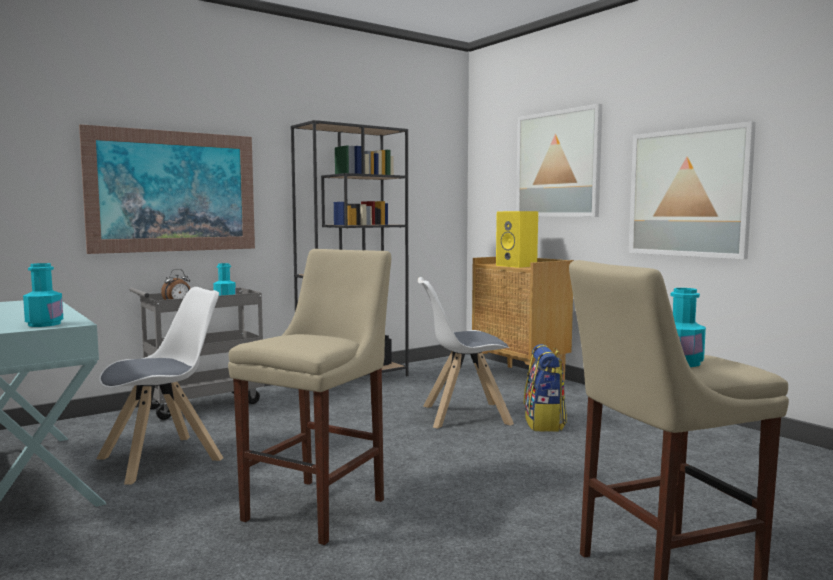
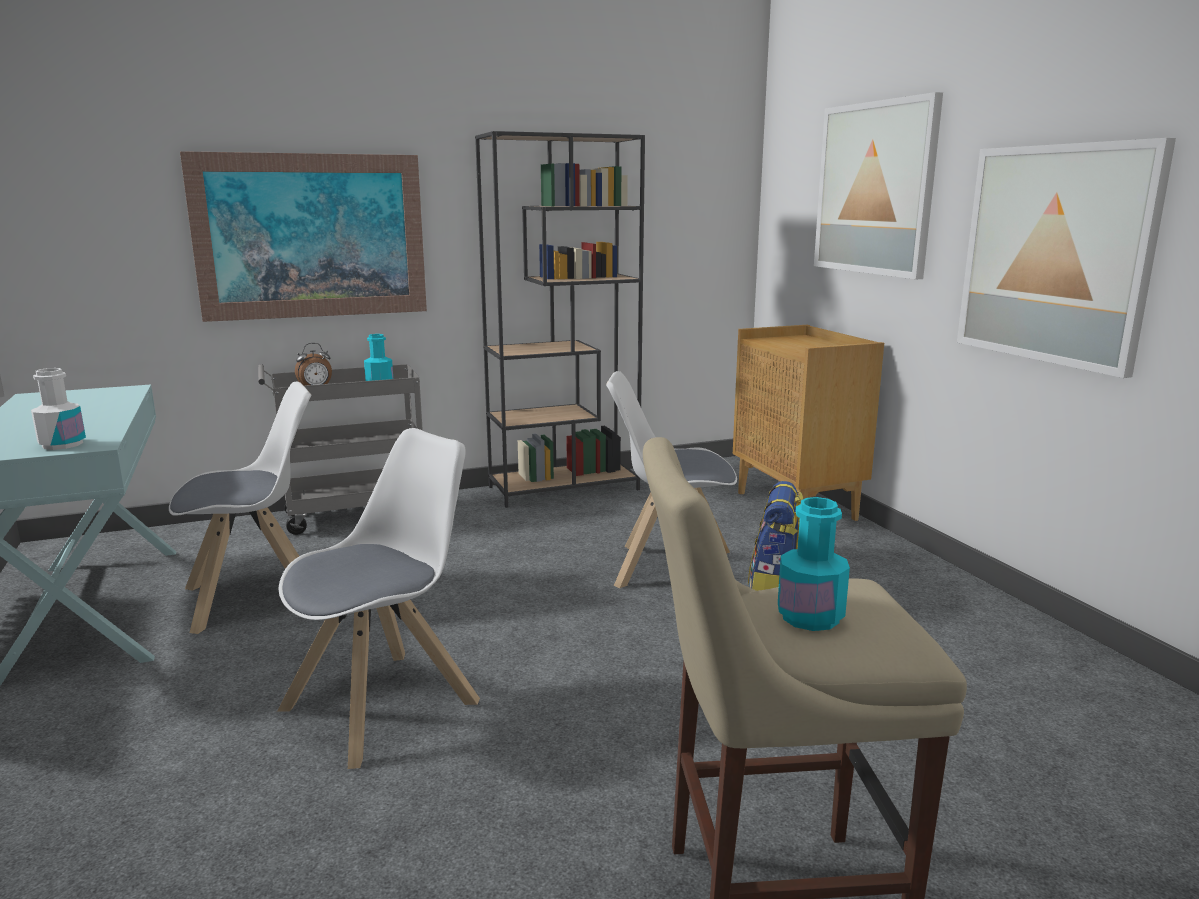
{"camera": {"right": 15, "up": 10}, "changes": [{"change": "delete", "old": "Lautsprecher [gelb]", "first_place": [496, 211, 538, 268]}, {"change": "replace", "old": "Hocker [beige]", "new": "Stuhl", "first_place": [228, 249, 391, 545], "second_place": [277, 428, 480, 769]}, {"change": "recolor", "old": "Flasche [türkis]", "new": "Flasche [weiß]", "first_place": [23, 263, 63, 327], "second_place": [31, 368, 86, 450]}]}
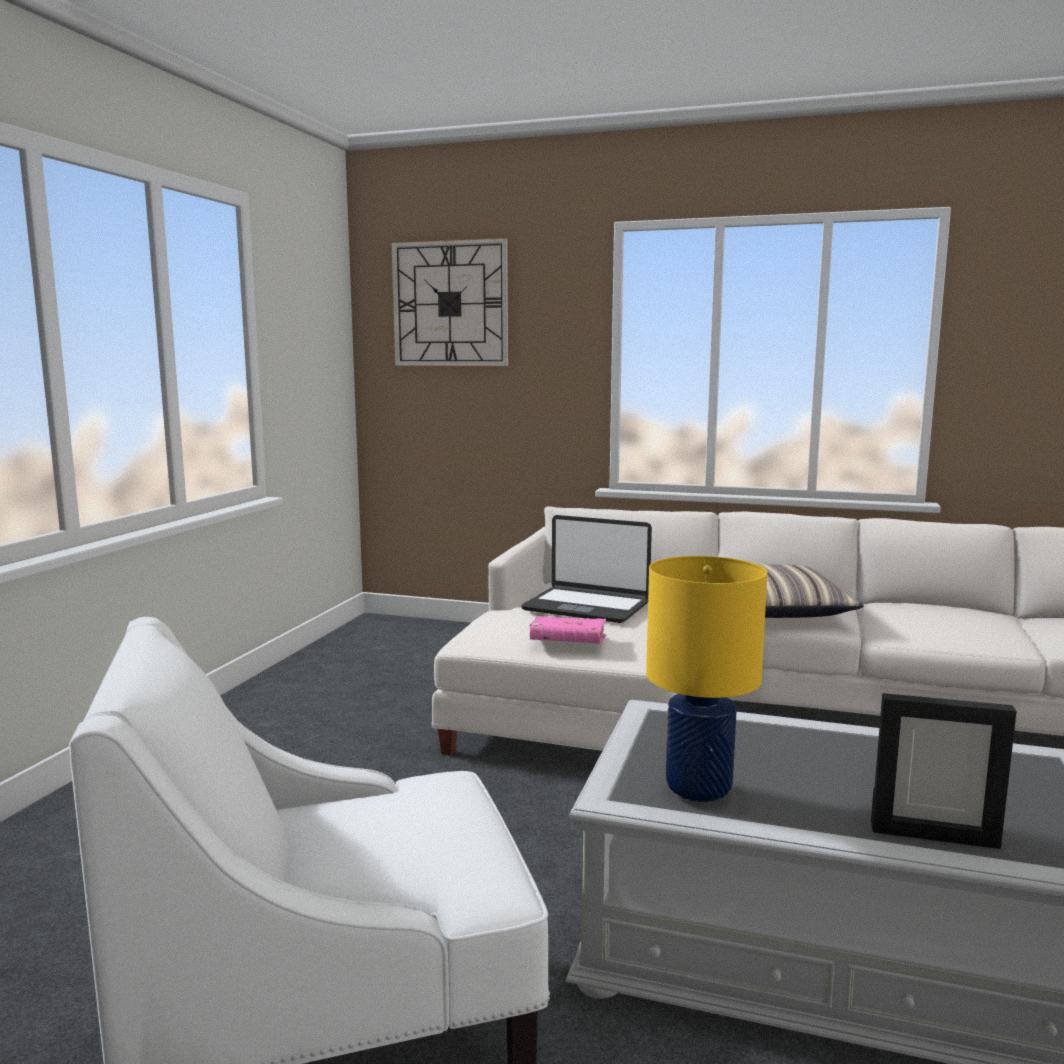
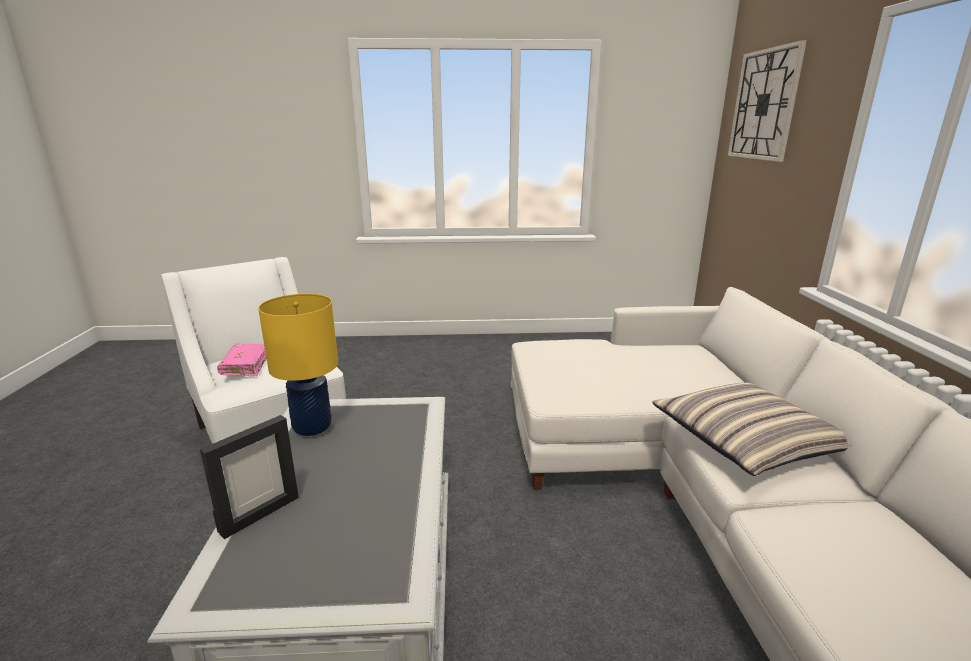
{"camera": {"right": 70, "up": 10}, "changes": [{"change": "delete", "old": "Laptop", "first_place": [521, 515, 652, 623]}, {"change": "move", "old": "Buch [rosa]", "first_place": [529, 616, 607, 644], "second_place": [217, 344, 266, 376]}, {"change": "rotate", "old": "Bilderrahmen", "first_place": [871, 693, 1017, 849], "second_place": [200, 415, 299, 539], "degrees": -135}]}
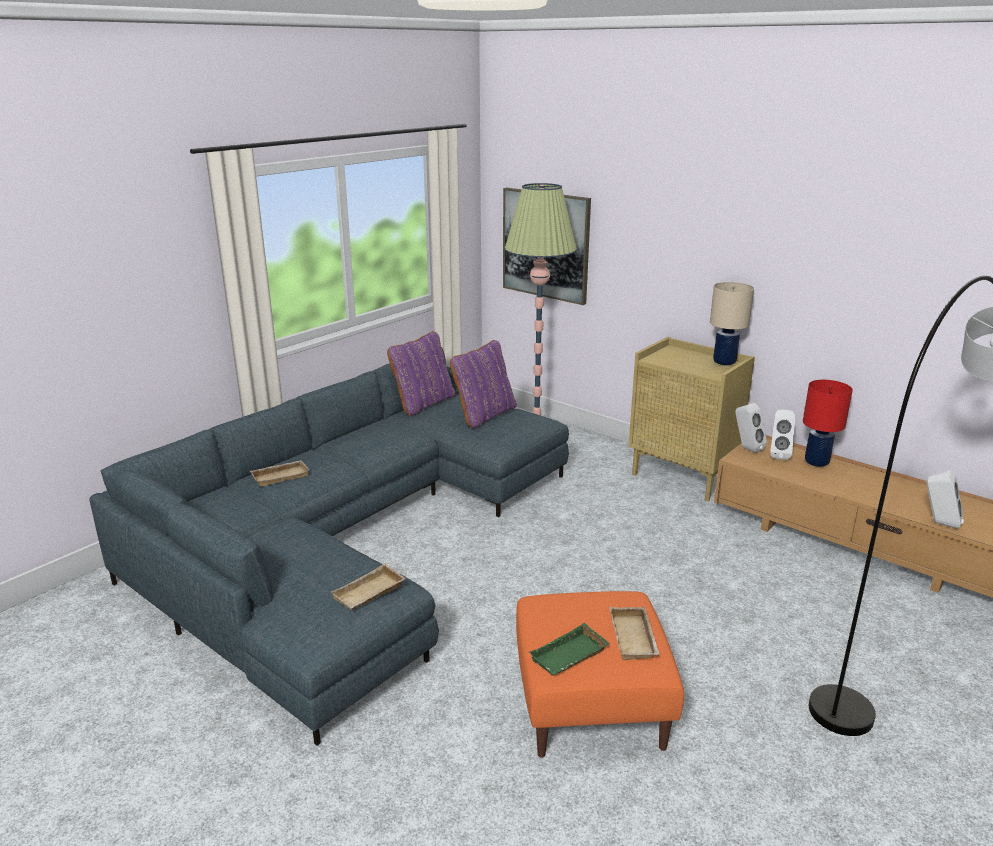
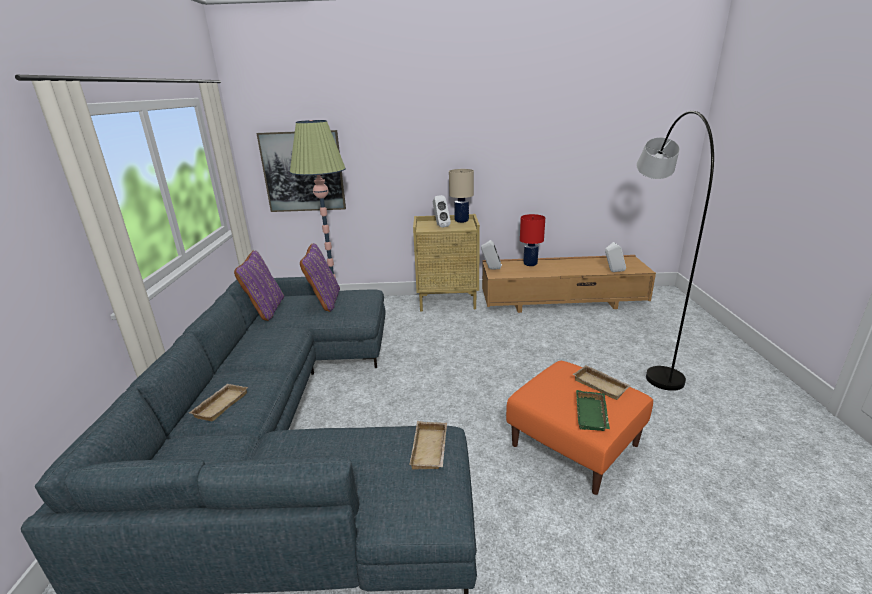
{"camera": {"right": -40, "up": 0}, "changes": [{"change": "move", "old": "Lautsprecher [weiß]", "first_place": [770, 410, 795, 460], "second_place": [433, 195, 451, 228]}]}
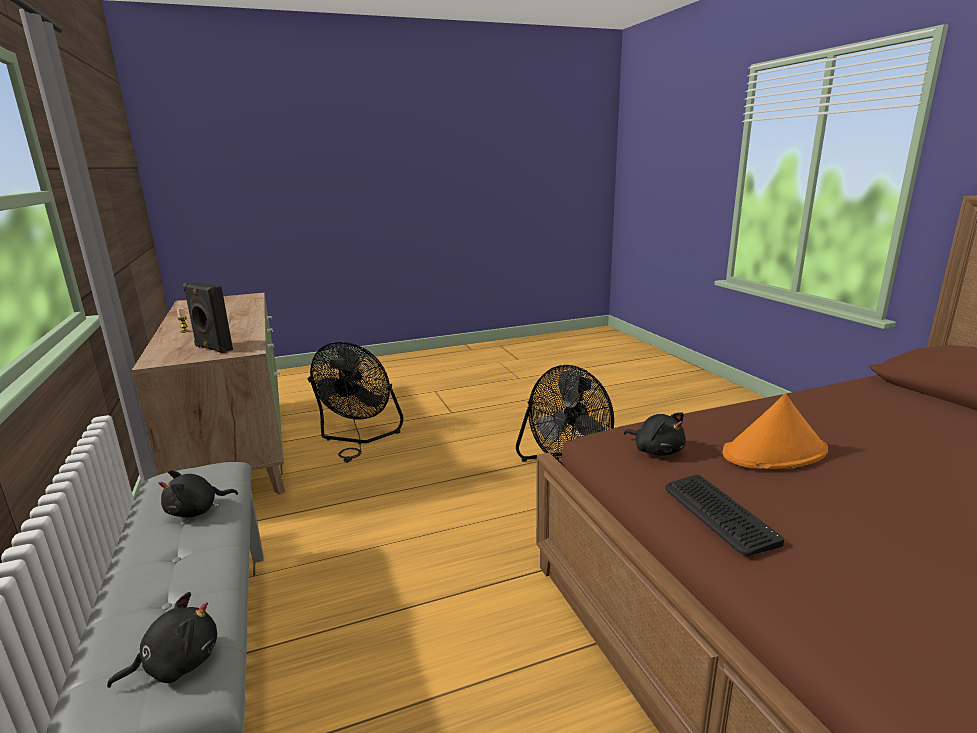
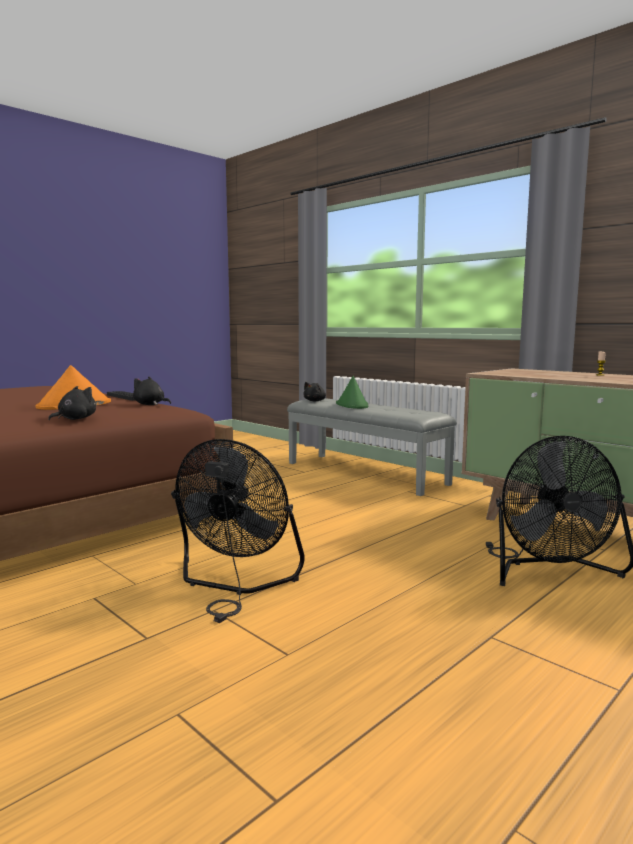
{"camera": {"right": 155, "up": -10}, "changes": [{"change": "delete", "old": "Lautsprecher [schwarz]", "first_place": [183, 282, 233, 353]}, {"change": "move", "old": "Plüschtier [schwarz]", "first_place": [159, 470, 238, 517], "second_place": [48, 386, 96, 420]}, {"change": "insert", "new": "Hut [grün]", "second_place": [336, 376, 368, 409]}]}
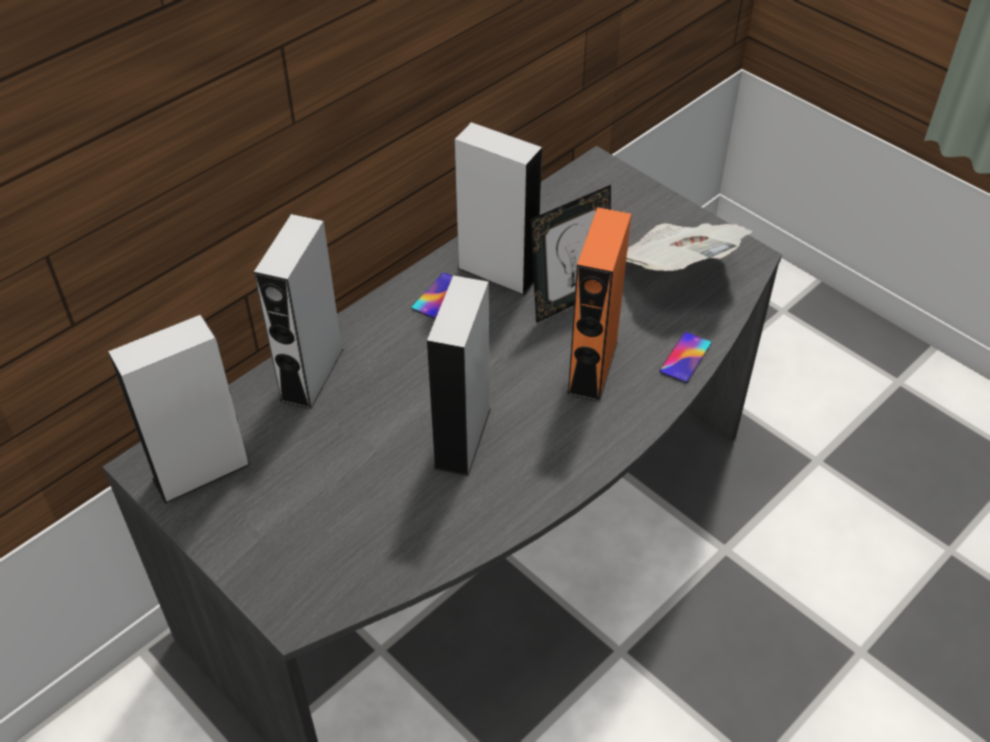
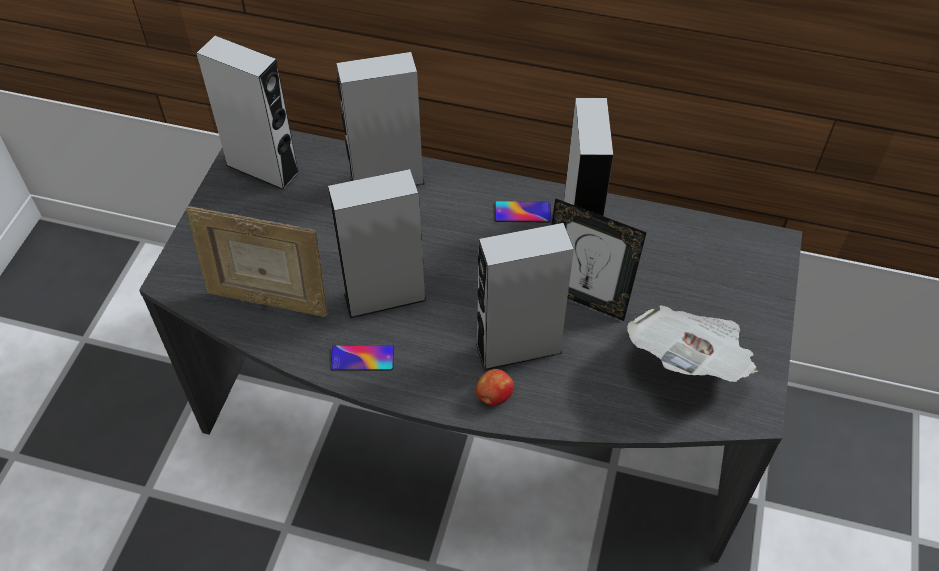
{"camera": {"right": 60, "up": 5}, "changes": [{"change": "recolor", "old": "Lautsprecher [orange]", "new": "Lautsprecher [grau]", "first_place": [567, 207, 631, 402], "second_place": [476, 223, 574, 370]}, {"change": "move", "old": "Handy", "first_place": [659, 332, 711, 383], "second_place": [330, 345, 394, 371]}, {"change": "insert", "new": "Bilderrahmen", "second_place": [185, 206, 328, 317]}, {"change": "insert", "new": "Apfel", "second_place": [476, 369, 514, 406]}]}
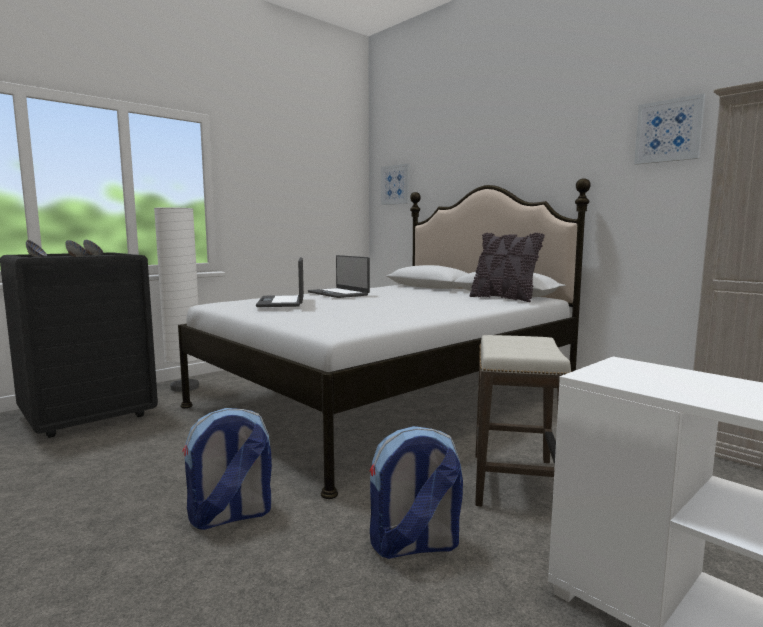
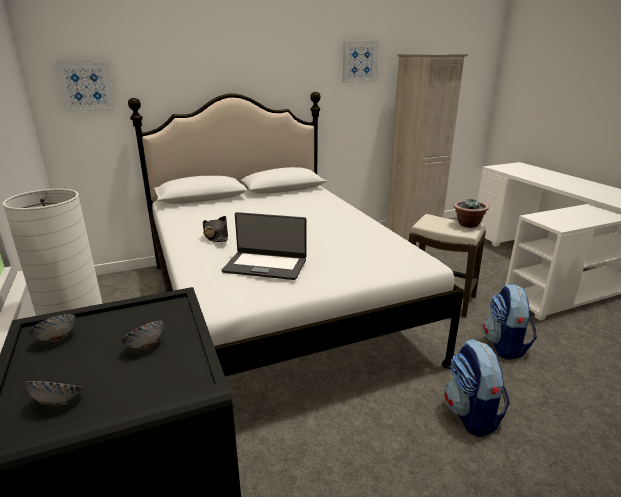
{"camera": {"right": -70, "up": 15}, "changes": [{"change": "delete", "old": "Kissen [schwarz]", "first_place": [469, 233, 545, 302]}, {"change": "replace", "old": "Laptop", "new": "Hut [schwarz]", "first_place": [308, 255, 370, 298], "second_place": [203, 216, 228, 242]}, {"change": "insert", "new": "Topfpflanze", "second_place": [454, 199, 489, 228]}]}
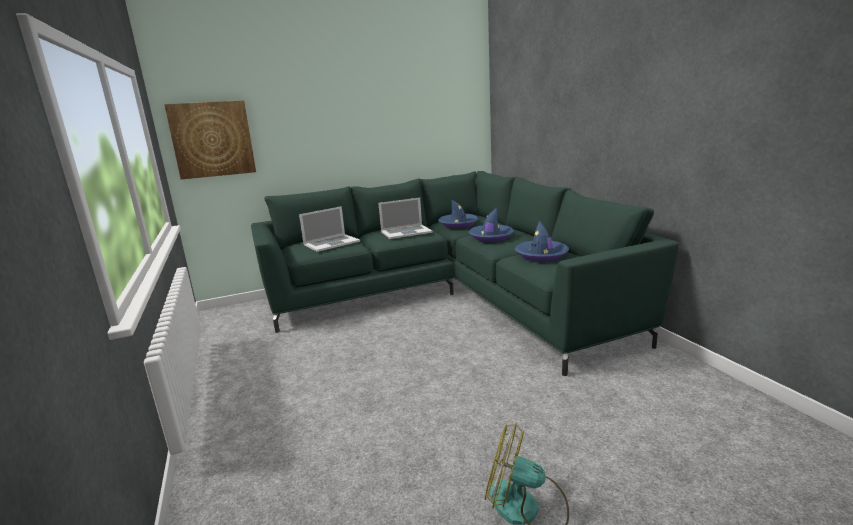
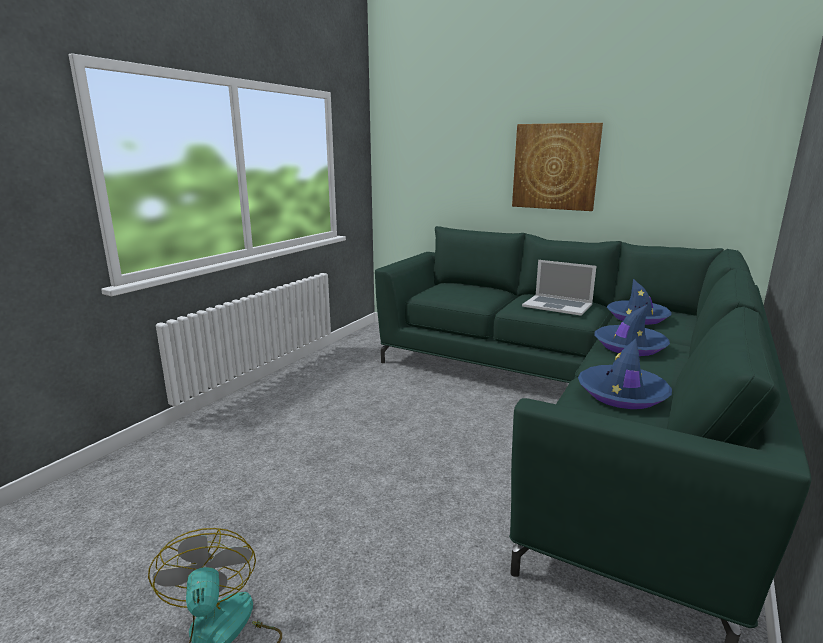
{"camera": {"right": 50, "up": 0}, "changes": [{"change": "move", "old": "Bild", "first_place": [164, 100, 256, 179], "second_place": [512, 123, 603, 211]}, {"change": "delete", "old": "Laptop", "first_place": [299, 206, 360, 252]}]}
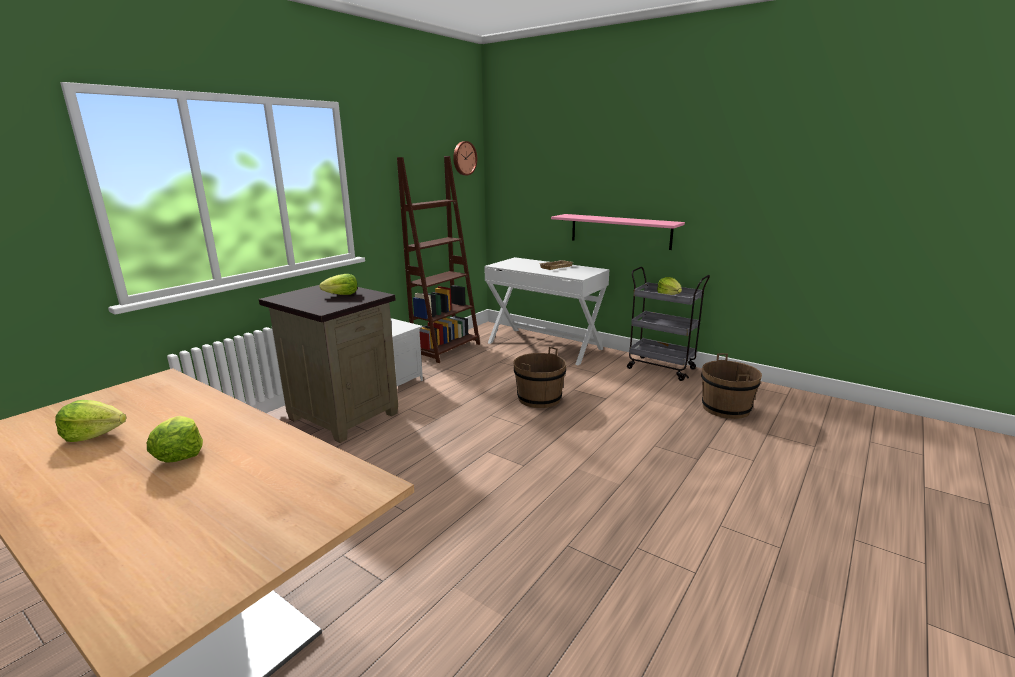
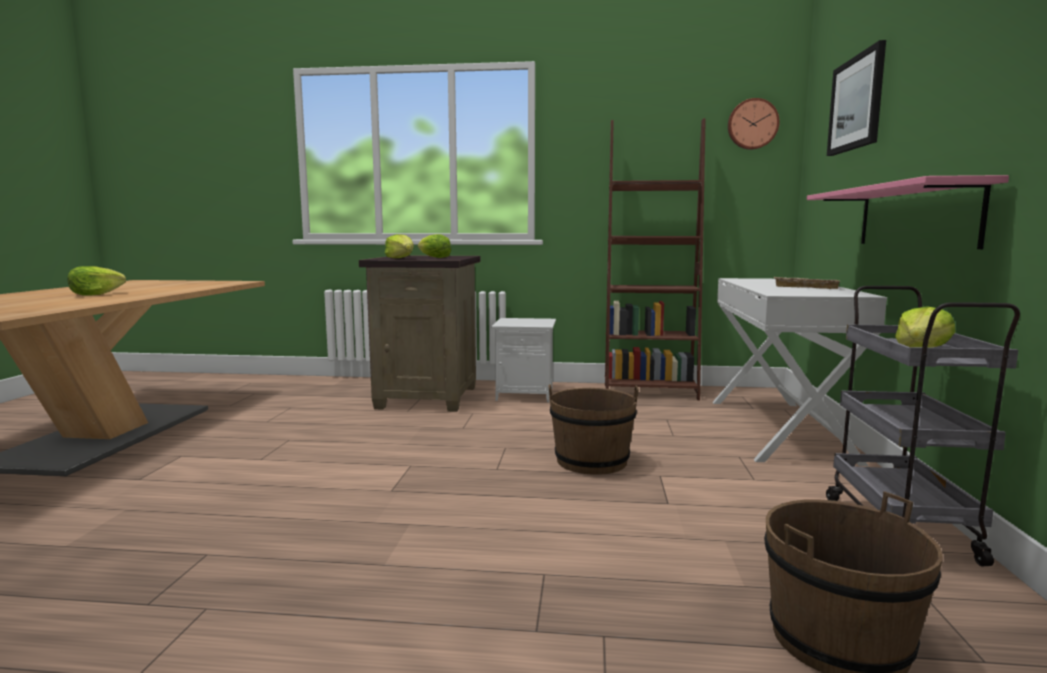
{"camera": {"right": 60, "up": -10}, "changes": [{"change": "move", "old": "Salatkopf", "first_place": [55, 400, 127, 442], "second_place": [384, 234, 414, 258]}, {"change": "insert", "new": "Bild", "second_place": [827, 40, 886, 156]}]}
